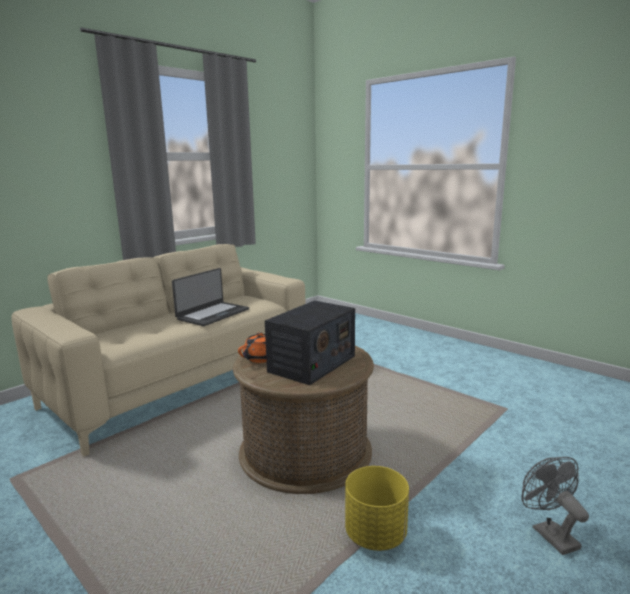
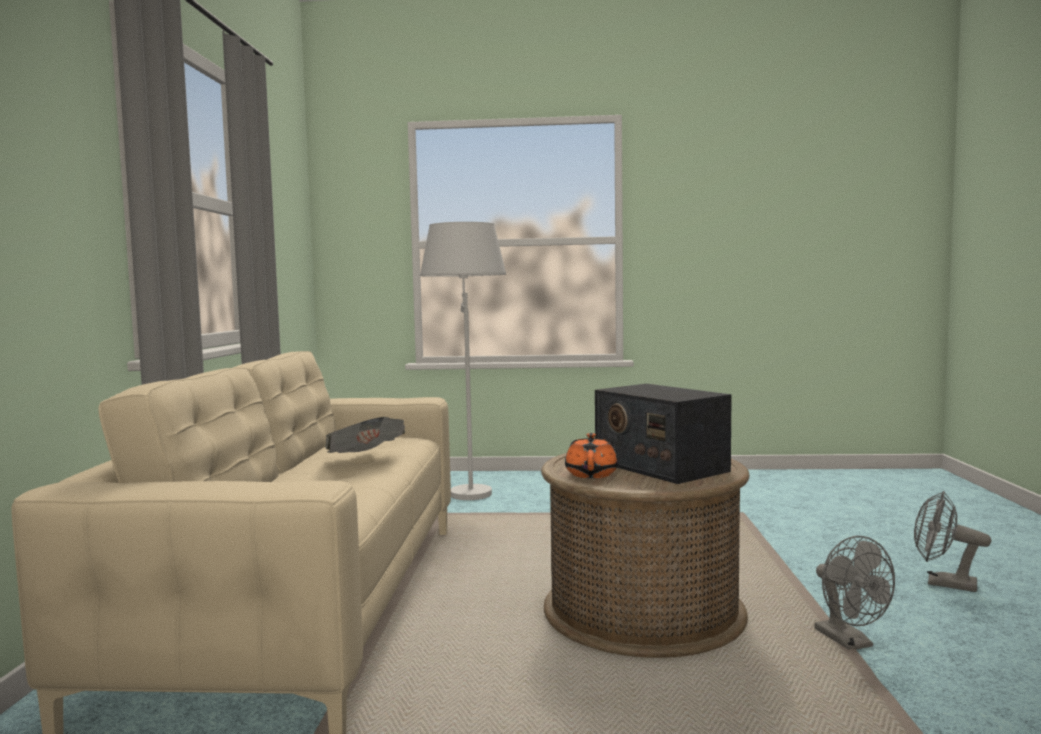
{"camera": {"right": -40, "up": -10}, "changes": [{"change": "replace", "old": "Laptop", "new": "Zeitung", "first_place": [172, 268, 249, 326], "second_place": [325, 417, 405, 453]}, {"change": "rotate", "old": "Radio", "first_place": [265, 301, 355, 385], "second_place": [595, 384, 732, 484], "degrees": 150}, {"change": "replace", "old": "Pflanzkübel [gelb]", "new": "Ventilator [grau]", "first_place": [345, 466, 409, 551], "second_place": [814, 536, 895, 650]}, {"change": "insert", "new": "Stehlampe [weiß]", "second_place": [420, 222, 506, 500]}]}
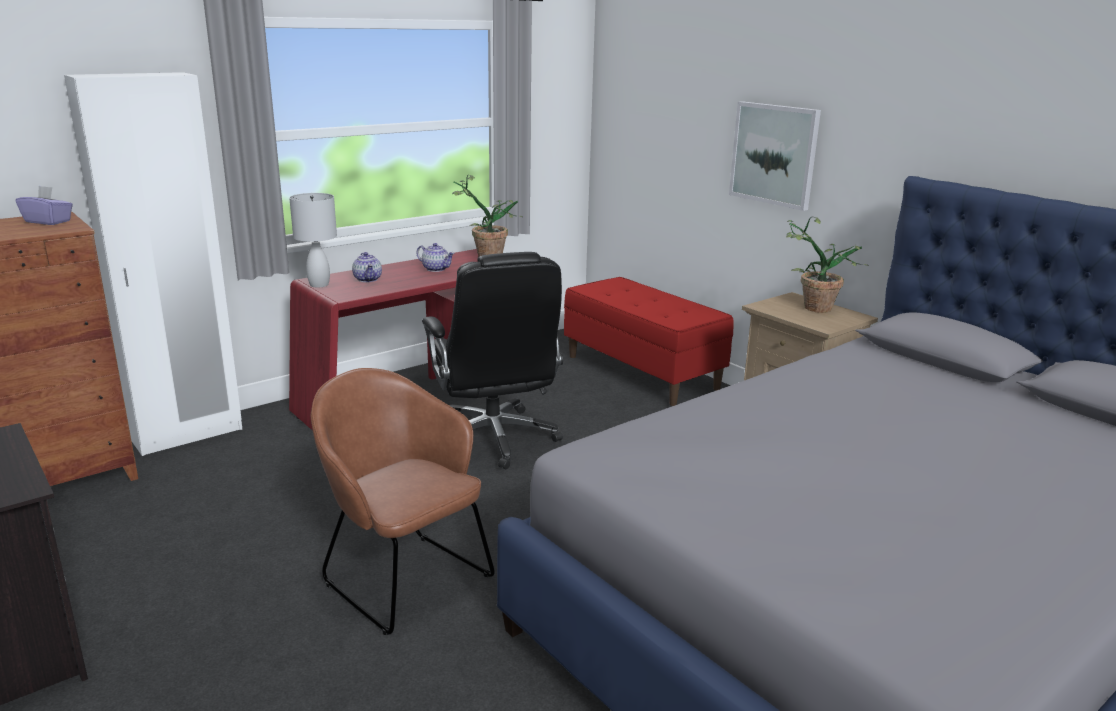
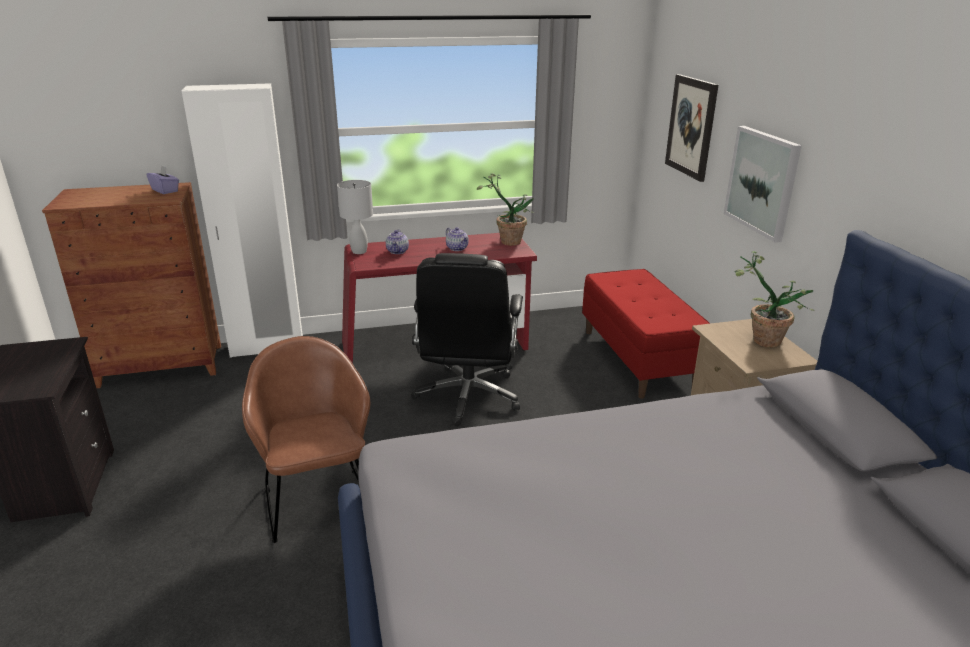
{"camera": {"right": 25, "up": 5}, "changes": [{"change": "insert", "new": "Bild", "second_place": [665, 74, 718, 182]}]}
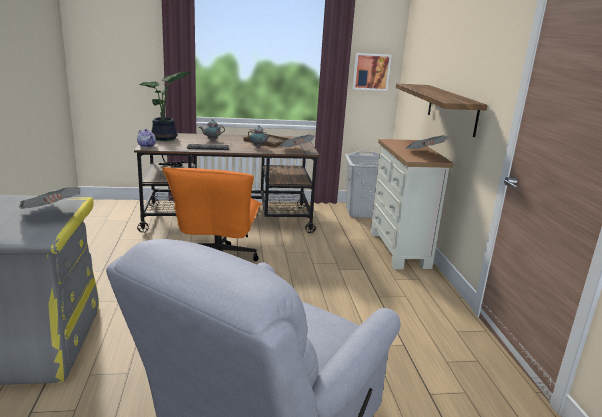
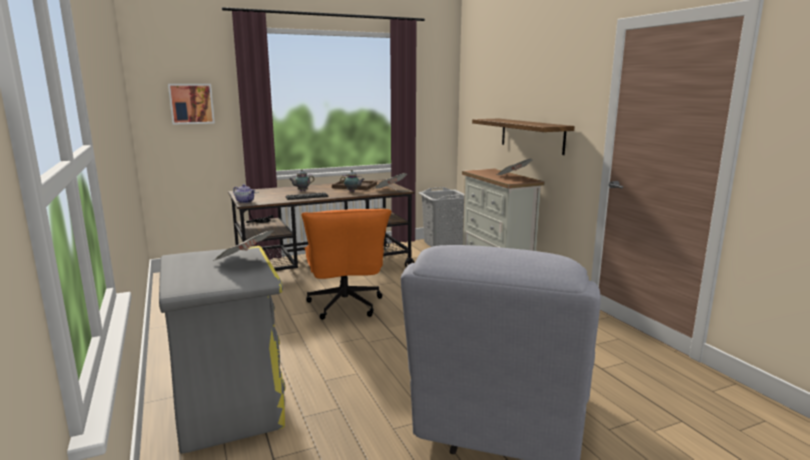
{"camera": {"right": -15, "up": -5}, "changes": [{"change": "move", "old": "Bild", "first_place": [353, 53, 391, 91], "second_place": [168, 84, 215, 125]}, {"change": "delete", "old": "Topfpflanze", "first_place": [139, 71, 192, 141]}]}
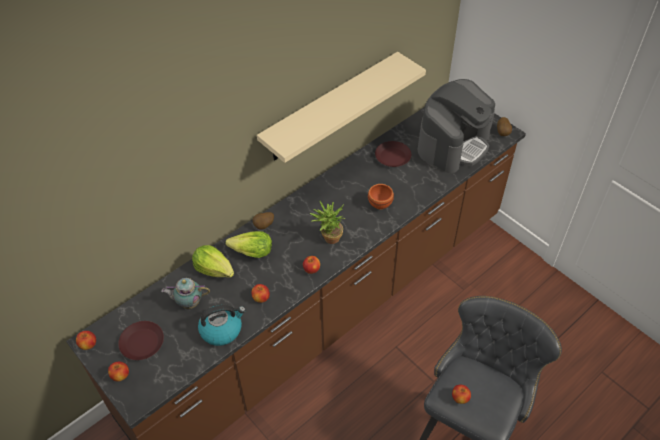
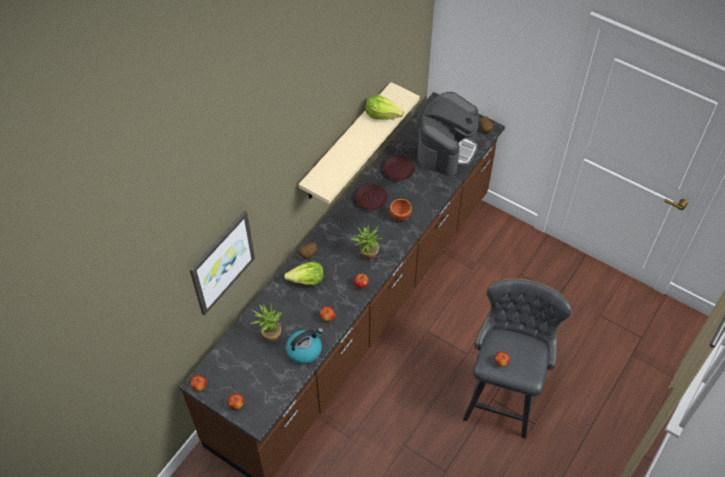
{"camera": {"right": -15, "up": 5}, "changes": [{"change": "move", "old": "Salatkopf", "first_place": [192, 245, 234, 278], "second_place": [365, 95, 404, 120]}, {"change": "replace", "old": "Teekanne", "new": "Topfpflanze", "first_place": [161, 278, 210, 309], "second_place": [251, 302, 282, 342]}, {"change": "move", "old": "Teller [braun]", "first_place": [118, 321, 164, 360], "second_place": [355, 184, 388, 210]}, {"change": "insert", "new": "Bild", "second_place": [189, 210, 255, 315]}]}
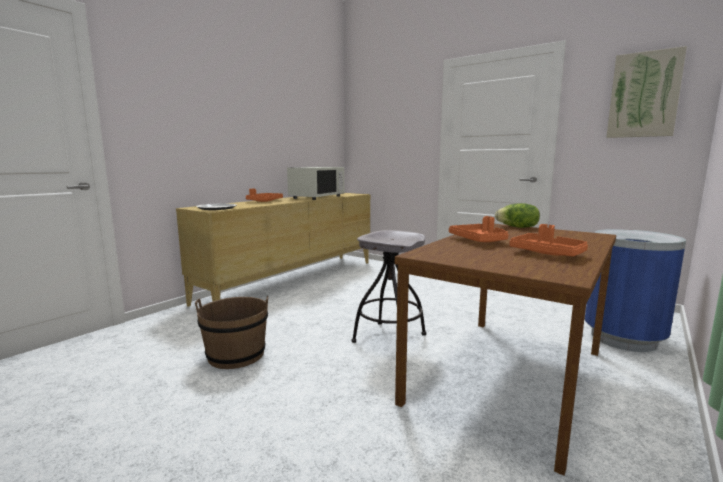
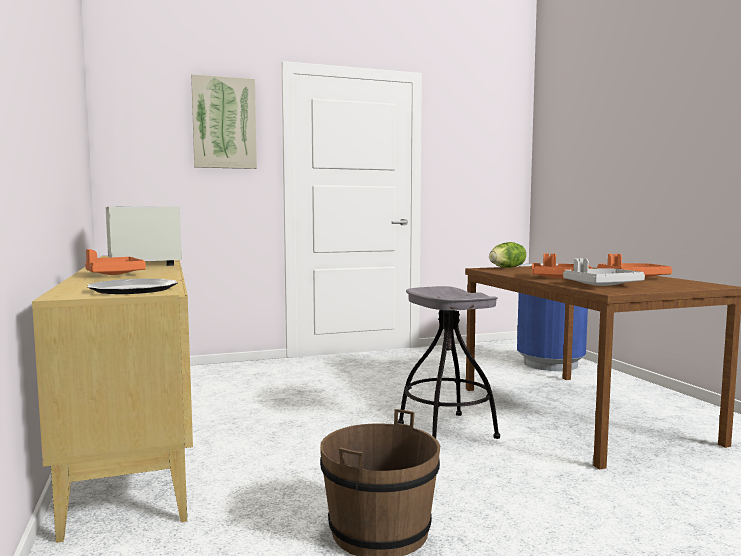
{"camera": {"right": -55, "up": -5}, "changes": [{"change": "move", "old": "Bild", "first_place": [606, 46, 687, 138], "second_place": [191, 74, 257, 169]}, {"change": "insert", "new": "Tablett [grau]", "second_place": [563, 258, 645, 286]}]}
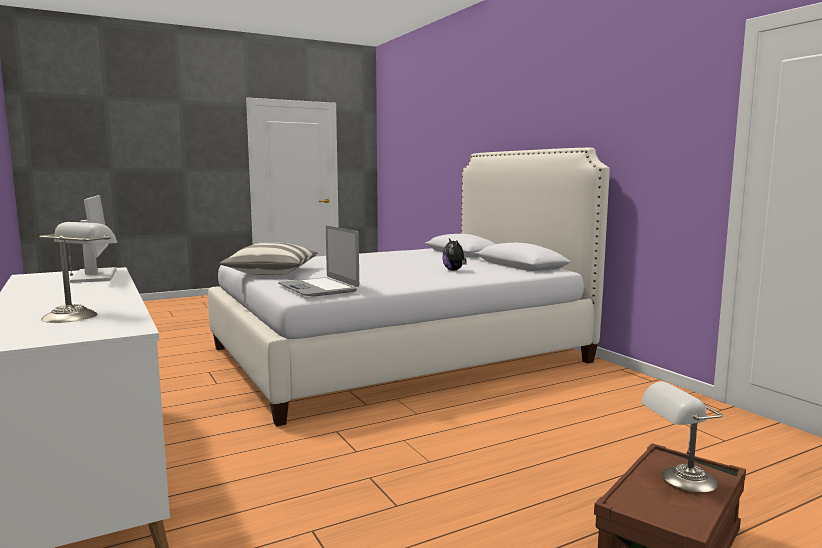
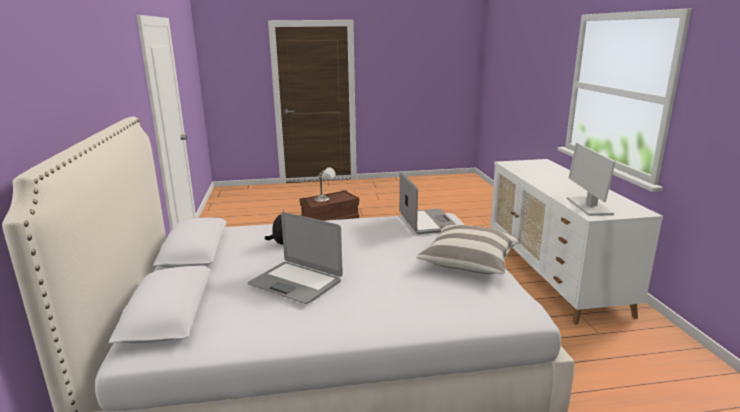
{"camera": {"right": -160, "up": 10}, "changes": [{"change": "delete", "old": "Tischlampe [weiß]", "first_place": [39, 222, 117, 323]}, {"change": "insert", "new": "Laptop", "second_place": [248, 212, 343, 304]}]}
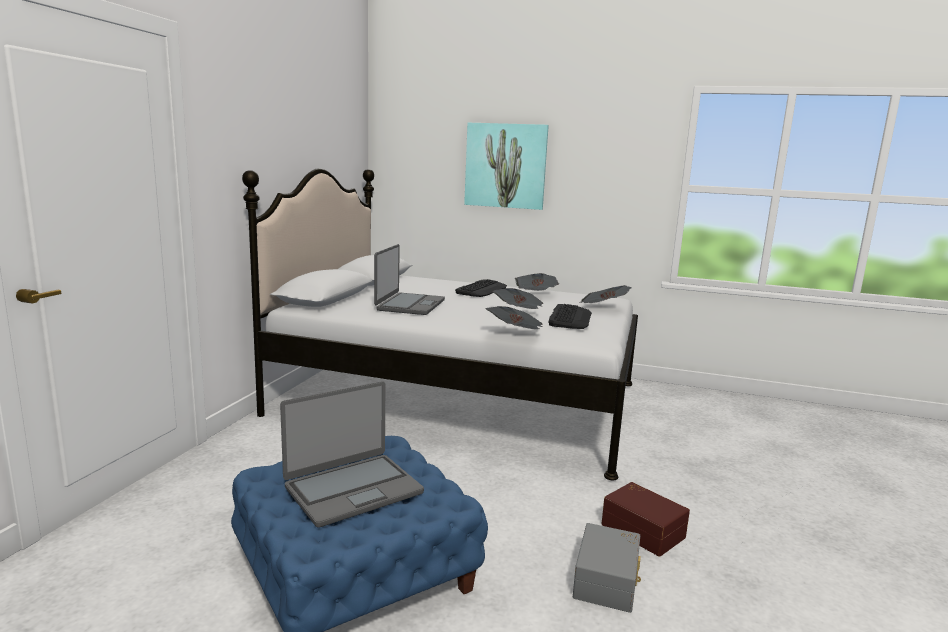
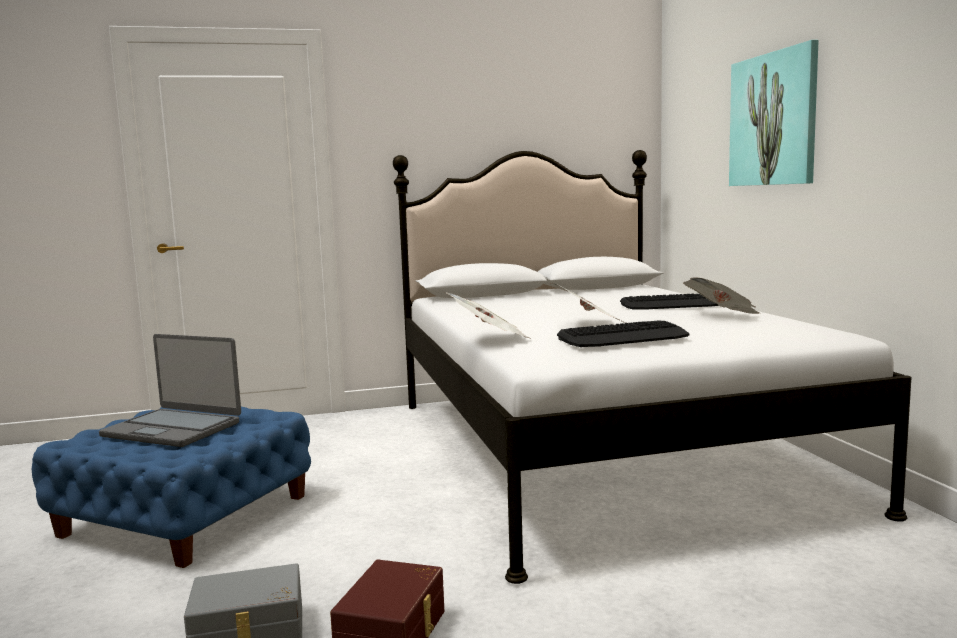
{"camera": {"right": 60, "up": -5}, "changes": [{"change": "delete", "old": "Laptop", "first_place": [374, 244, 445, 315]}, {"change": "delete", "old": "Zeitung", "first_place": [580, 285, 631, 303]}]}
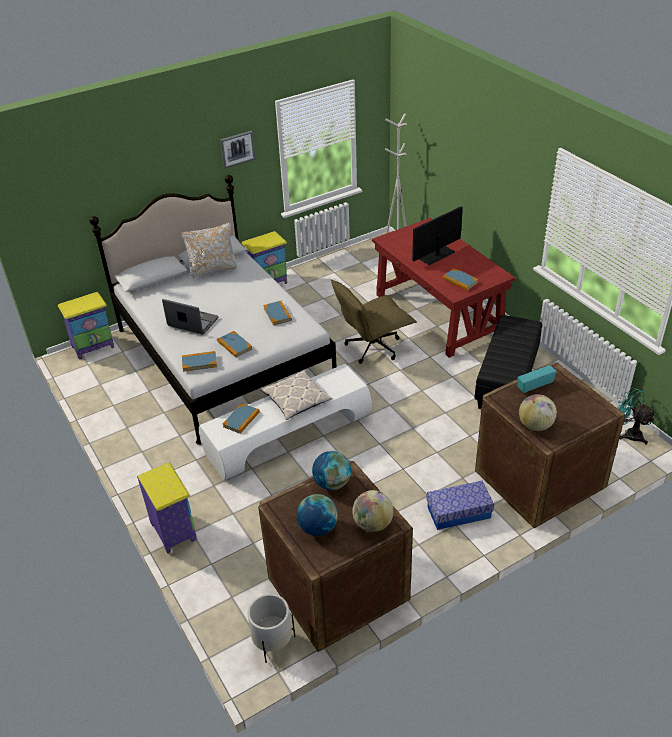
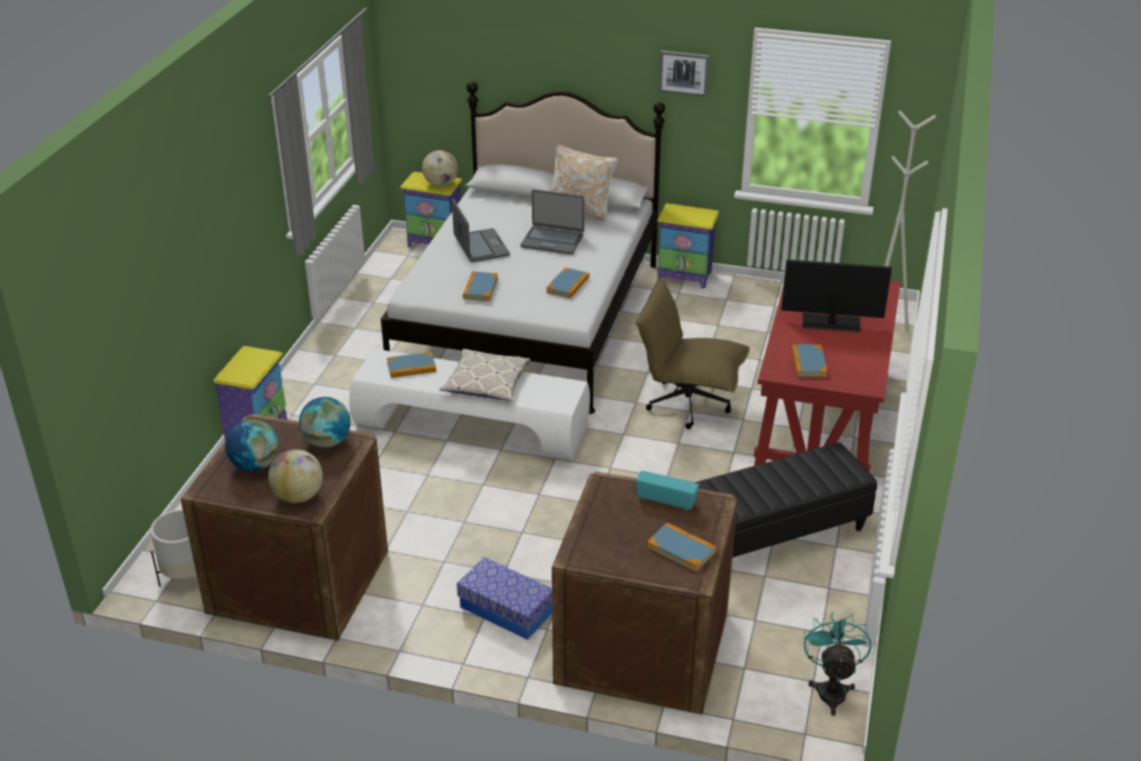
{"camera": {"right": 45, "up": -5}, "changes": [{"change": "move", "old": "Buch", "first_place": [182, 351, 217, 372], "second_place": [647, 523, 717, 572]}, {"change": "move", "old": "Globus", "first_place": [519, 394, 557, 431], "second_place": [422, 150, 458, 186]}, {"change": "insert", "new": "Laptop", "second_place": [521, 189, 584, 255]}]}
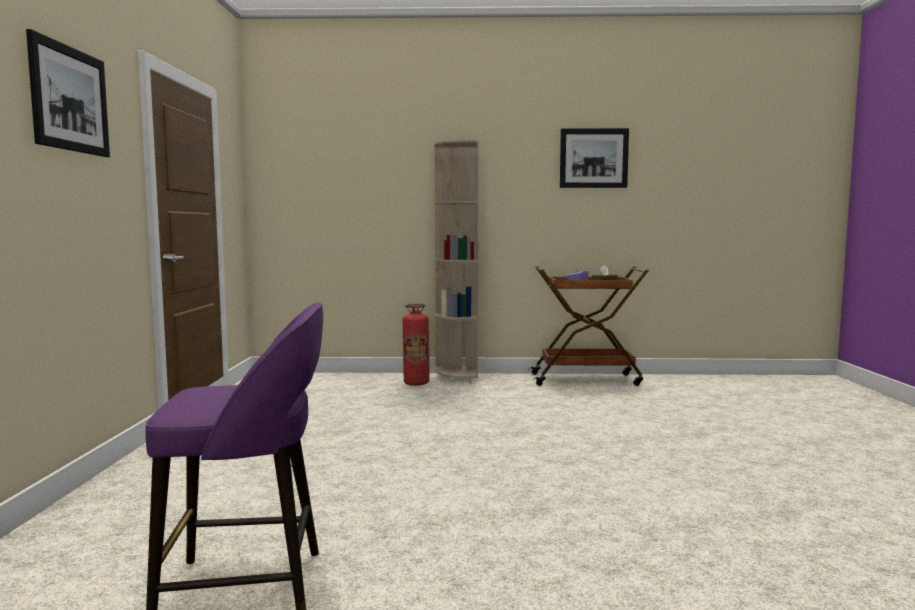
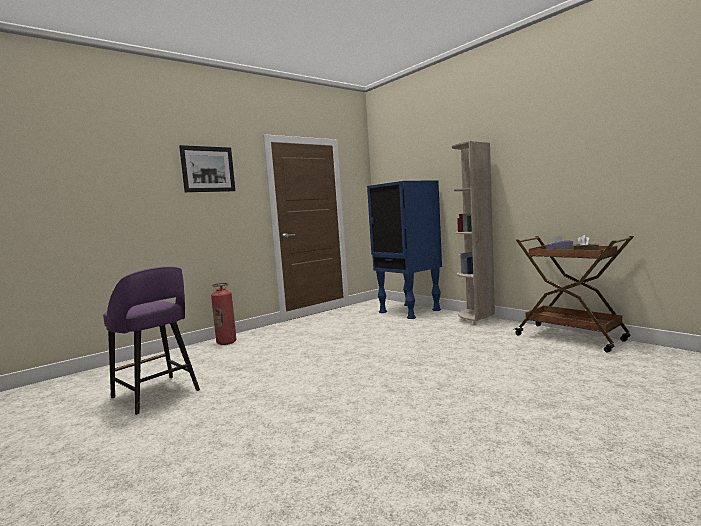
{"camera": {"right": 50, "up": 0}, "changes": [{"change": "delete", "old": "Bild", "first_place": [560, 128, 629, 188]}, {"change": "move", "old": "Feuerlöscher", "first_place": [403, 304, 430, 386], "second_place": [211, 283, 236, 345]}, {"change": "insert", "new": "Schrank [blau]", "second_place": [367, 180, 442, 319]}]}
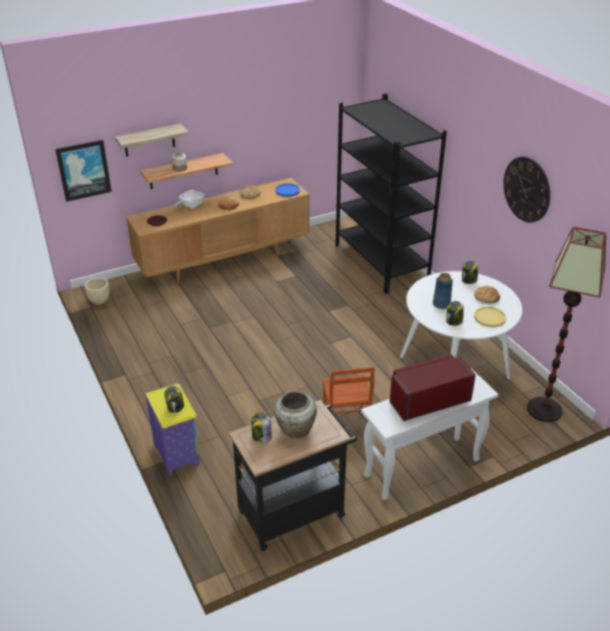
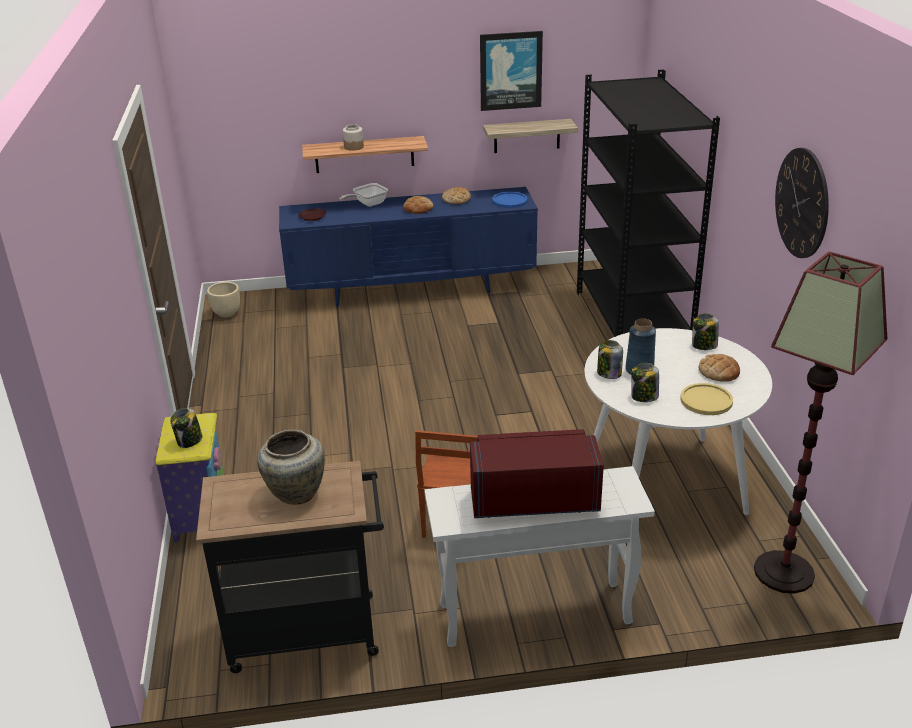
{"camera": {"right": 20, "up": -5}, "changes": [{"change": "move", "old": "Wandregal", "first_place": [115, 124, 189, 157], "second_place": [483, 119, 578, 153]}, {"change": "move", "old": "Bild", "first_place": [55, 140, 112, 202], "second_place": [480, 31, 543, 111]}, {"change": "recolor", "old": "Schrank [braun]", "new": "Schrank [blau]", "first_place": [126, 178, 309, 283], "second_place": [279, 187, 538, 307]}, {"change": "move", "old": "Vorratsglas", "first_place": [251, 412, 272, 443], "second_place": [597, 340, 623, 379]}]}
